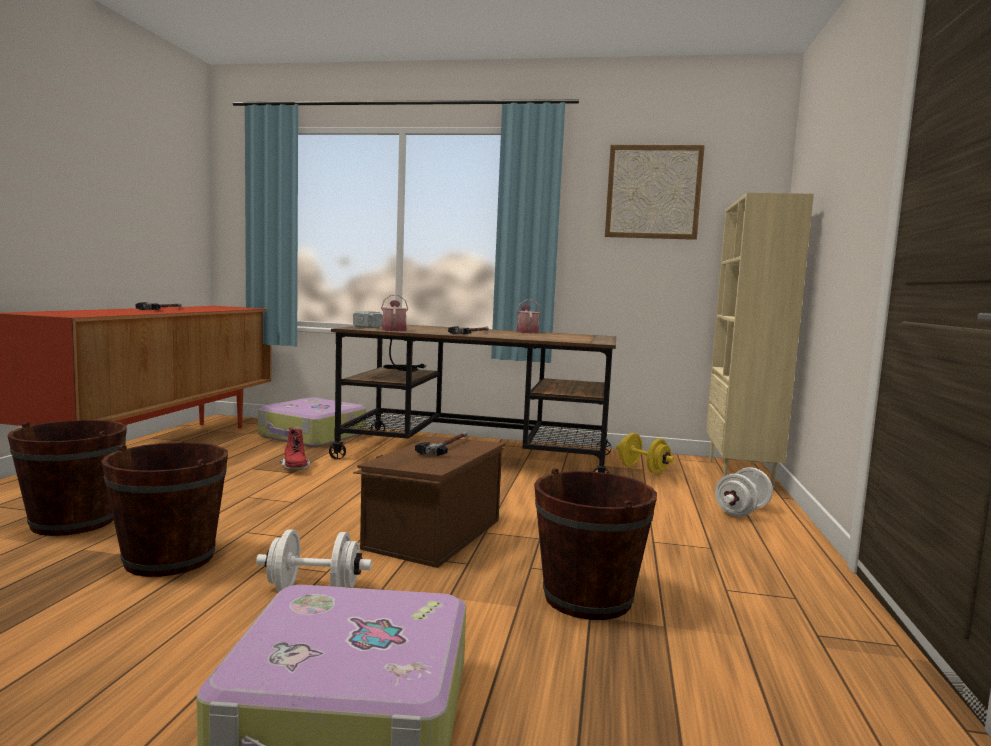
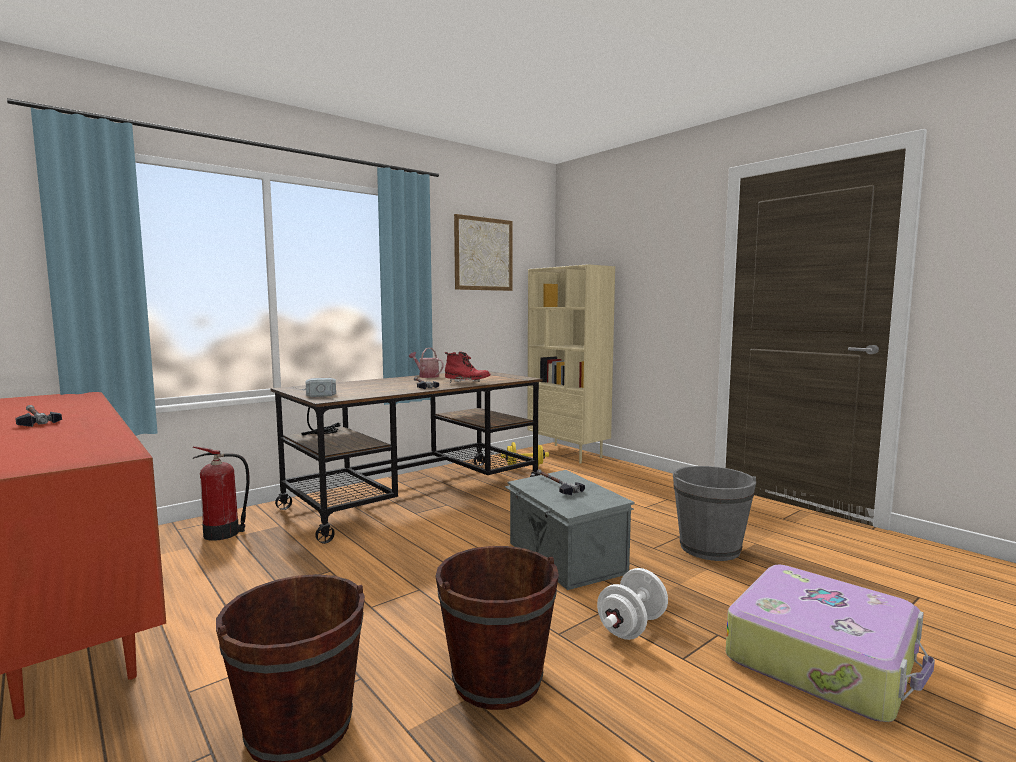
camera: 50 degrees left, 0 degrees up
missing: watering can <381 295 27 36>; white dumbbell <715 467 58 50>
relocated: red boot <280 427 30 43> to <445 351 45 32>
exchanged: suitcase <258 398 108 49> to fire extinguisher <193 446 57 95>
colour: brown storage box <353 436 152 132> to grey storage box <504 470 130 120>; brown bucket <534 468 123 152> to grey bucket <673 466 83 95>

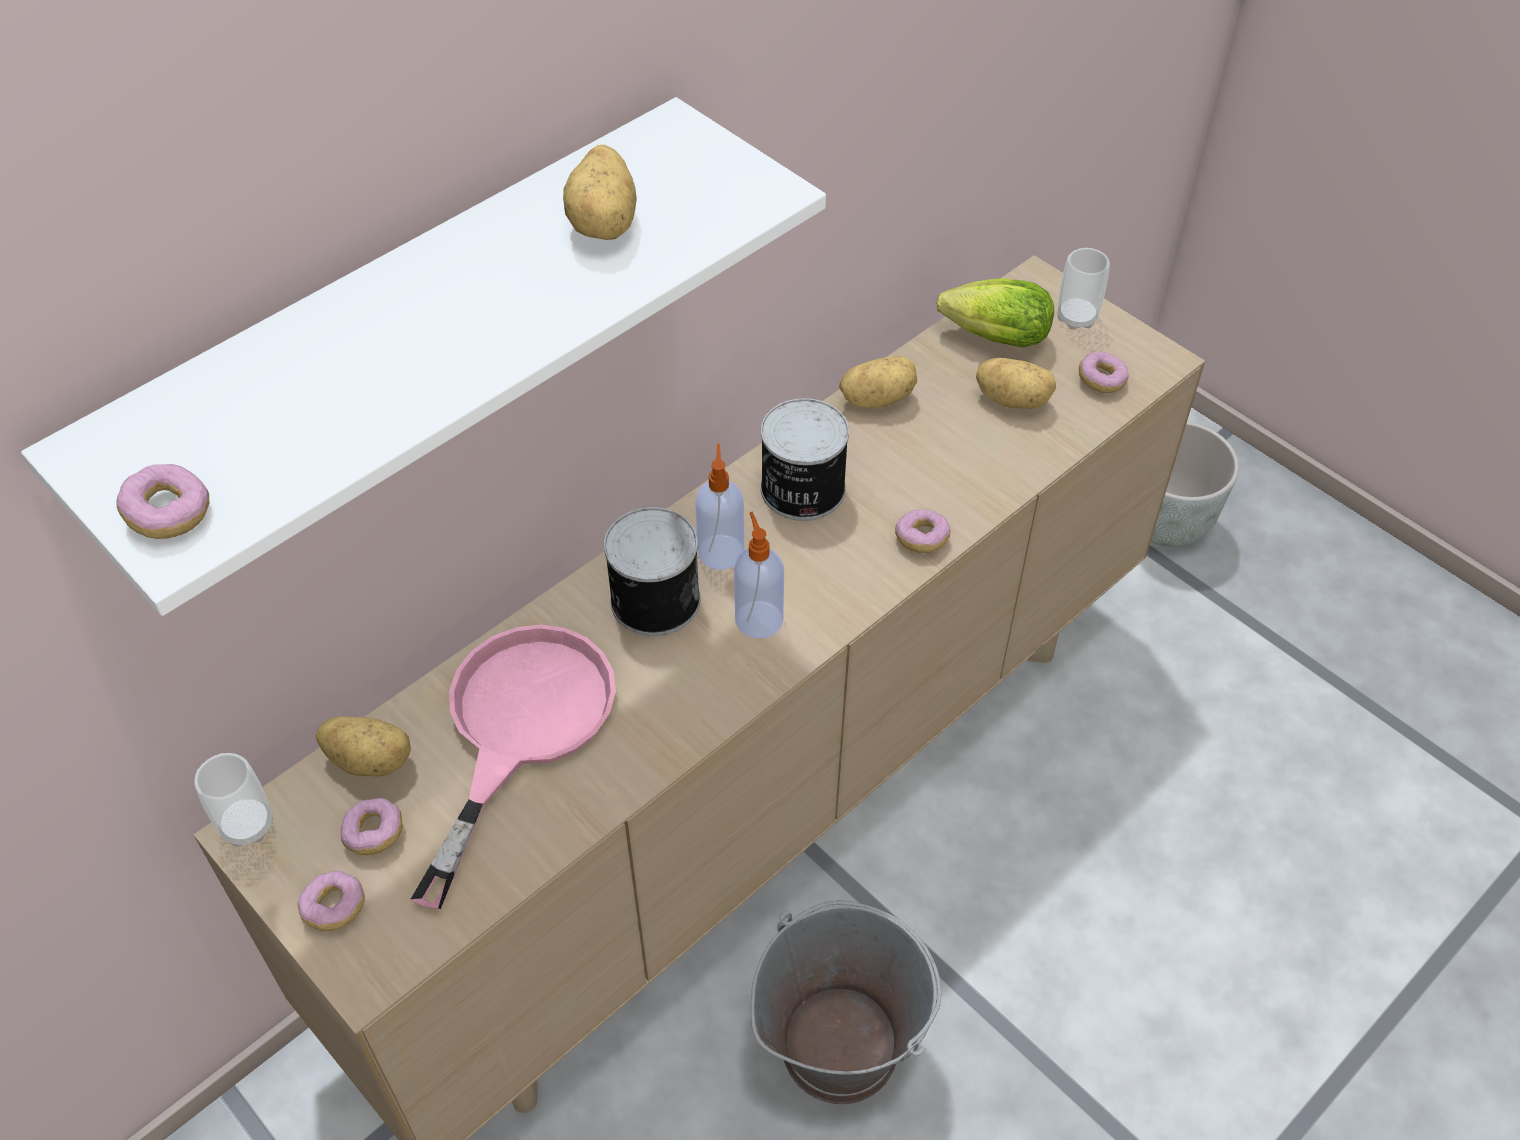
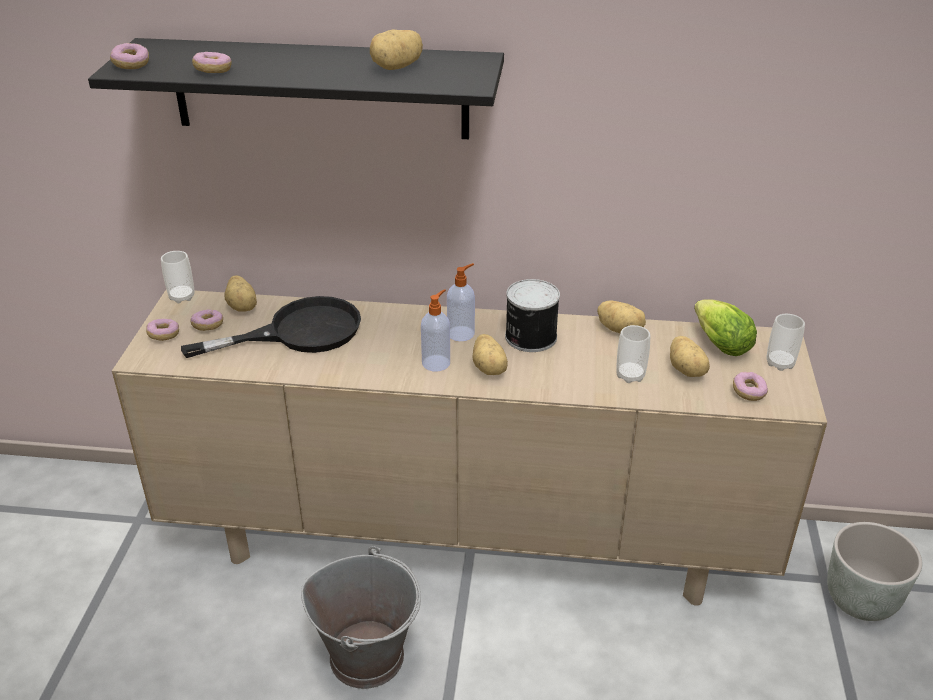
camera: 50 degrees right, 15 degrees down
missing: can <604 507 96 129>
appeared: potato <472 334 36 41>; cup <616 325 34 58>
relocated: donut <895 509 55 44> to <192 52 40 21>
colour: white shelf <21 97 805 519> to black shelf <88 38 416 101>; pink frying pan <410 624 206 285> to black frying pan <181 296 180 62>

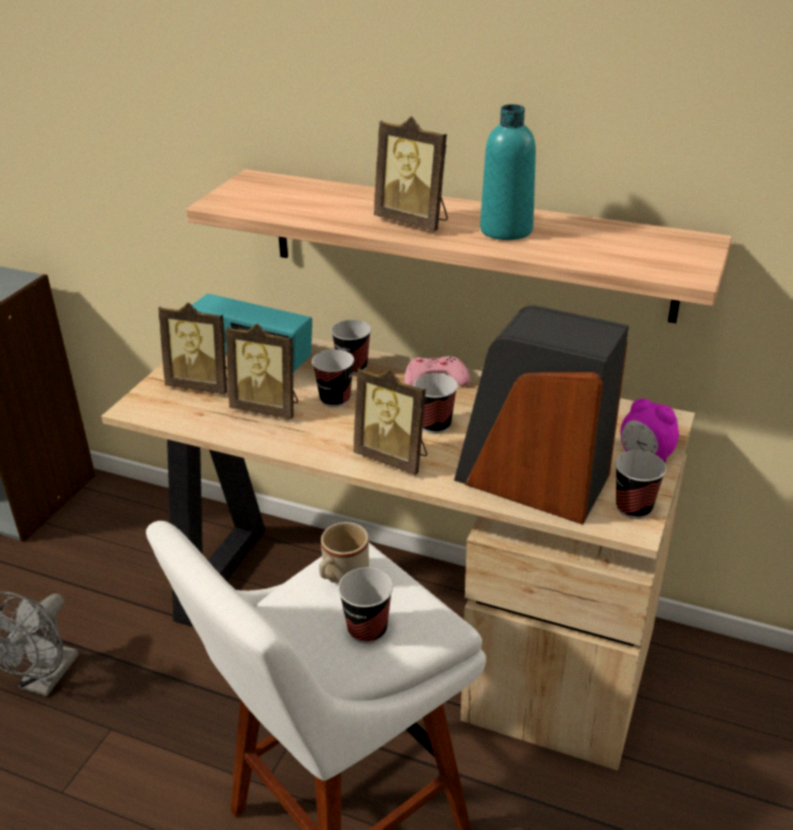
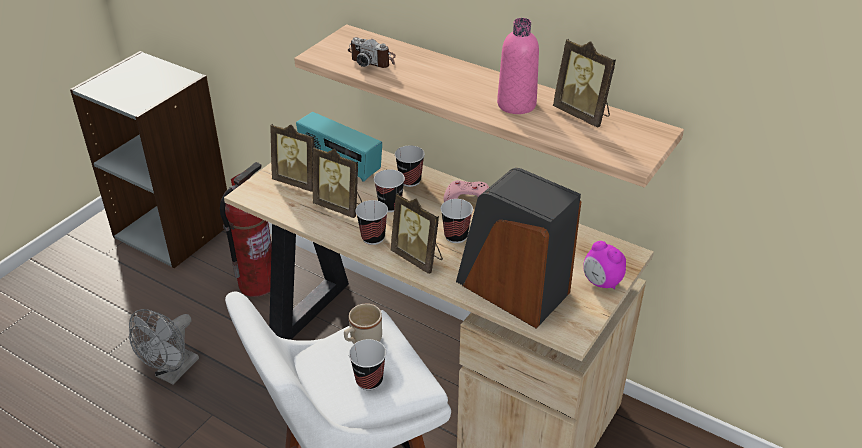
camera: 10 degrees right, 5 degrees up
appeared: fire extinguisher <220 162 52 135>; photo camera <348 37 48 31>
relocated: picture frame <374 116 74 115> to <553 39 63 89>; cup <615 450 52 69> to <356 200 32 45>
colour: turquoise bottle <480 104 56 136> to pink bottle <497 18 42 96>

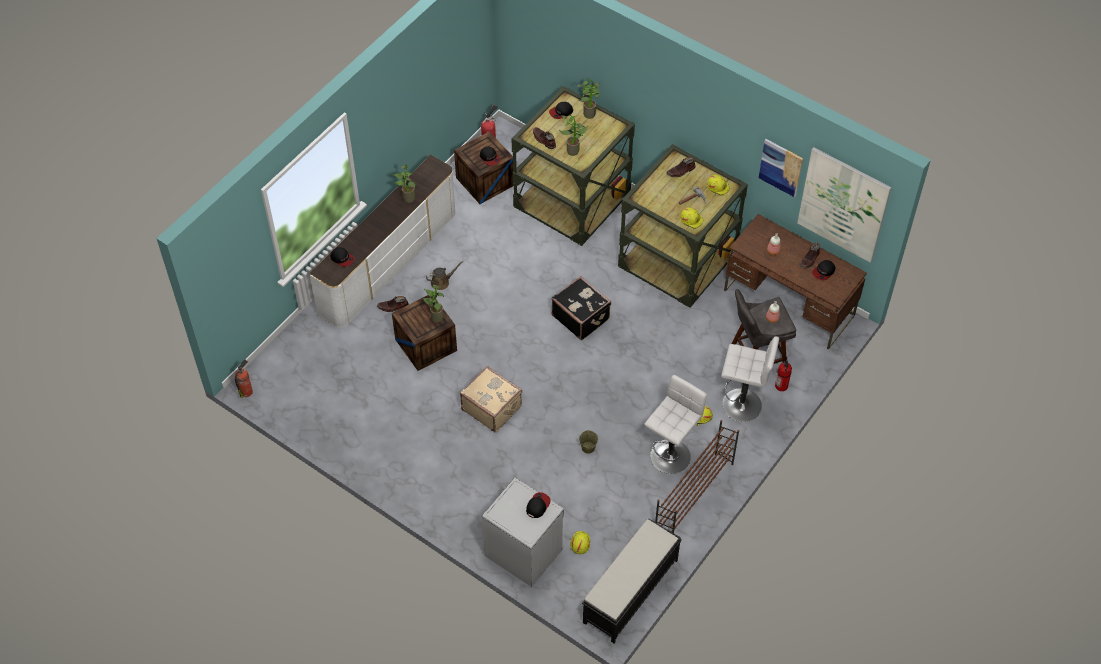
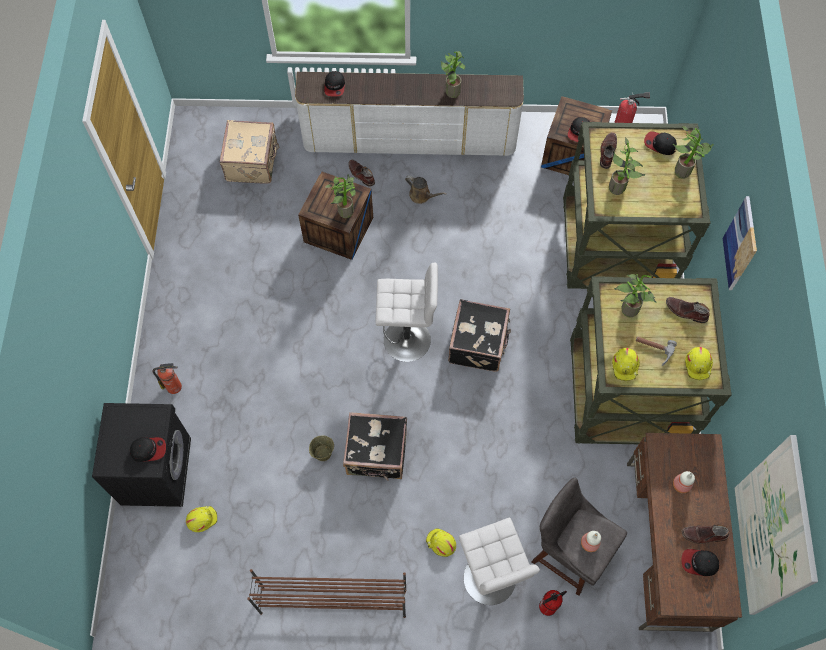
camera: 55 degrees right, 10 degrees up
missing: black bench <582 519 100 124>
appeared: black suitcase <343 412 64 69>; potted plant <614 274 42 43>
relocated: fire extinguisher <235 359 18 39> to <152 363 30 31>; beige suitcase <460 366 62 67> to <220 120 59 64>; white stool <644 375 63 99> to <375 263 63 99>; picture <759 139 44 58> to <723 196 34 94>
colour: white washing machine <482 478 82 109> to black washing machine <92 403 99 104>

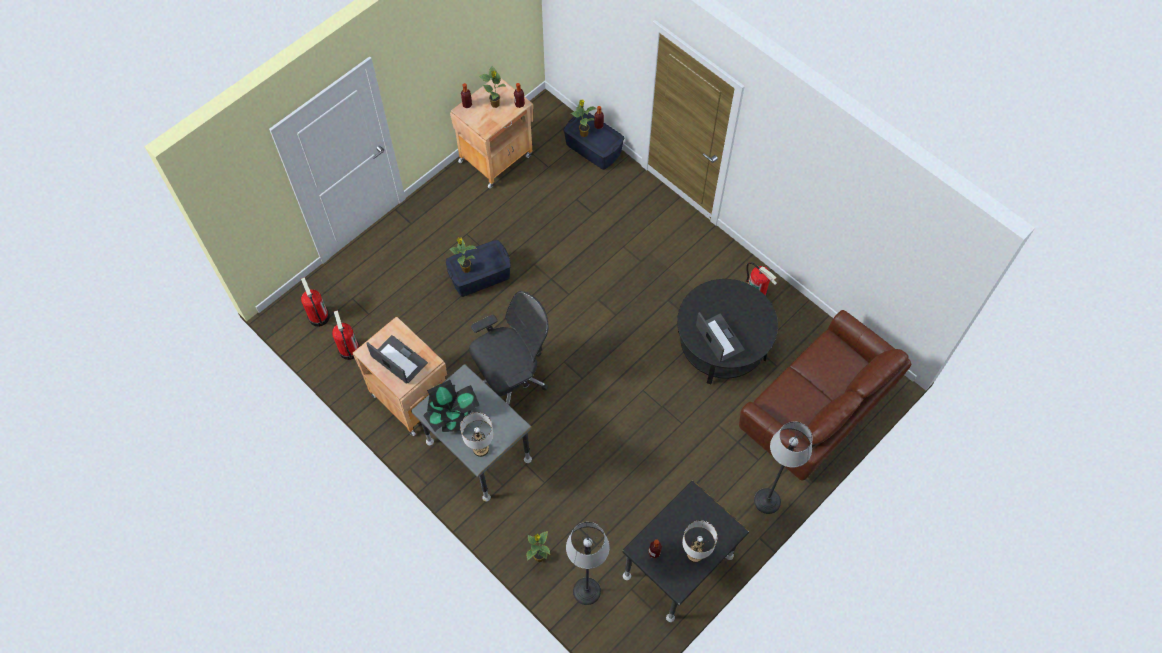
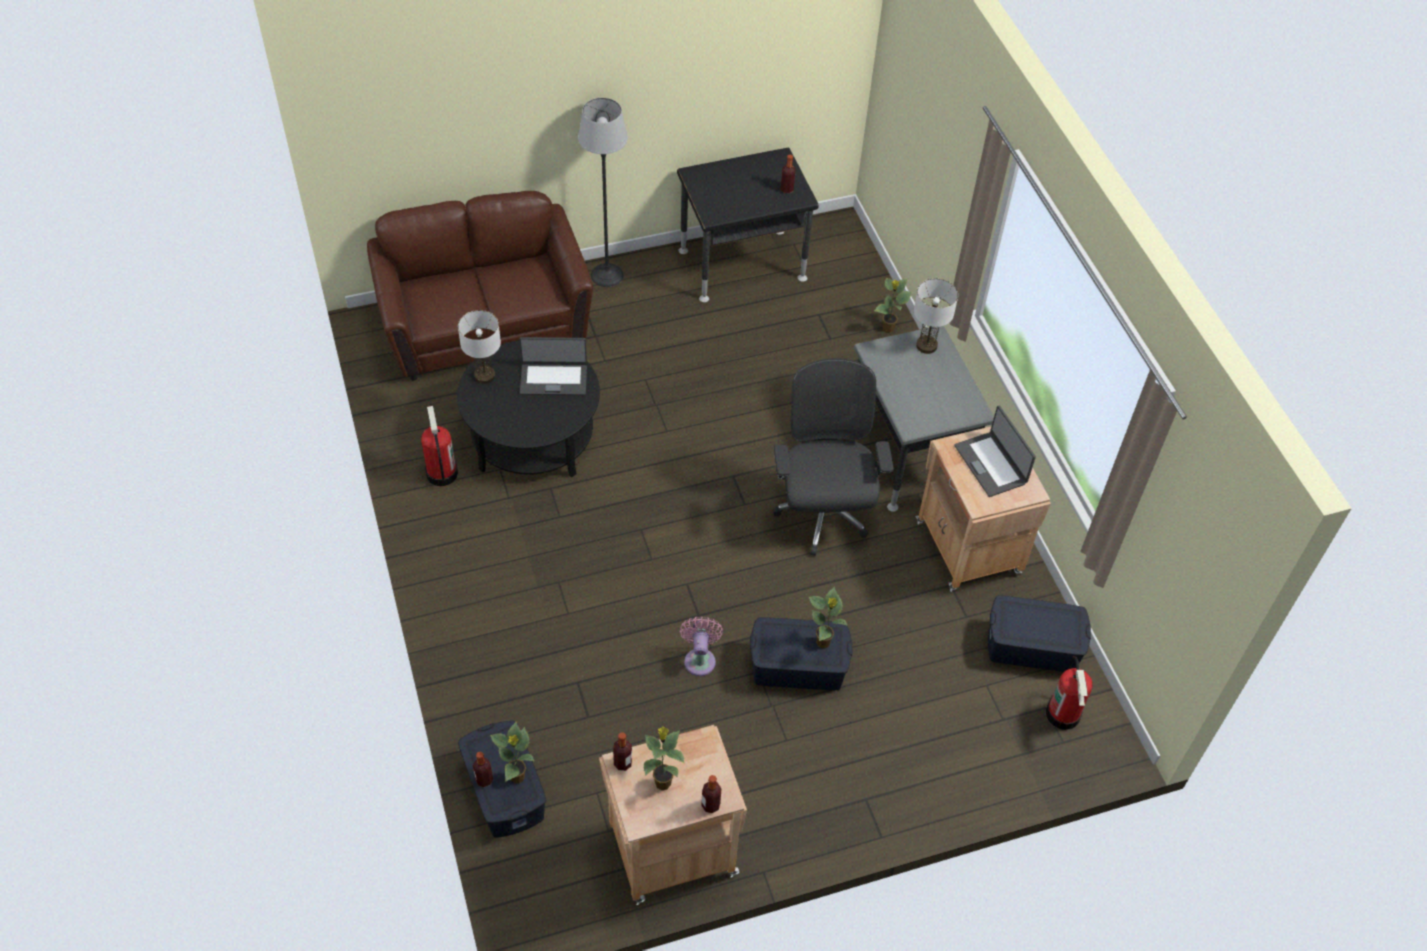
camera: 155 degrees left, 10 degrees down
missing: potted plant <423 380 57 52>; floor lamp <566 522 44 83>
appeared: pink fan <680 617 43 59>
relocated: table lamp <682 520 35 43> to <458 310 43 74>
exchanged: fire extinguisher <332 310 28 50> to blue storage box <988 595 103 77>
spun: office chair <469 291 80 115> = <773 358 121 198> 90 degrees clockwise; laptop <696 312 49 50> = <520 337 67 58> 90 degrees counterclockwise

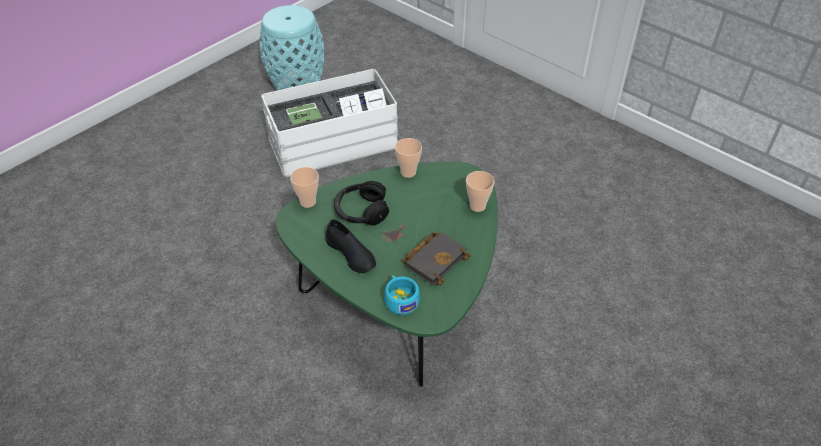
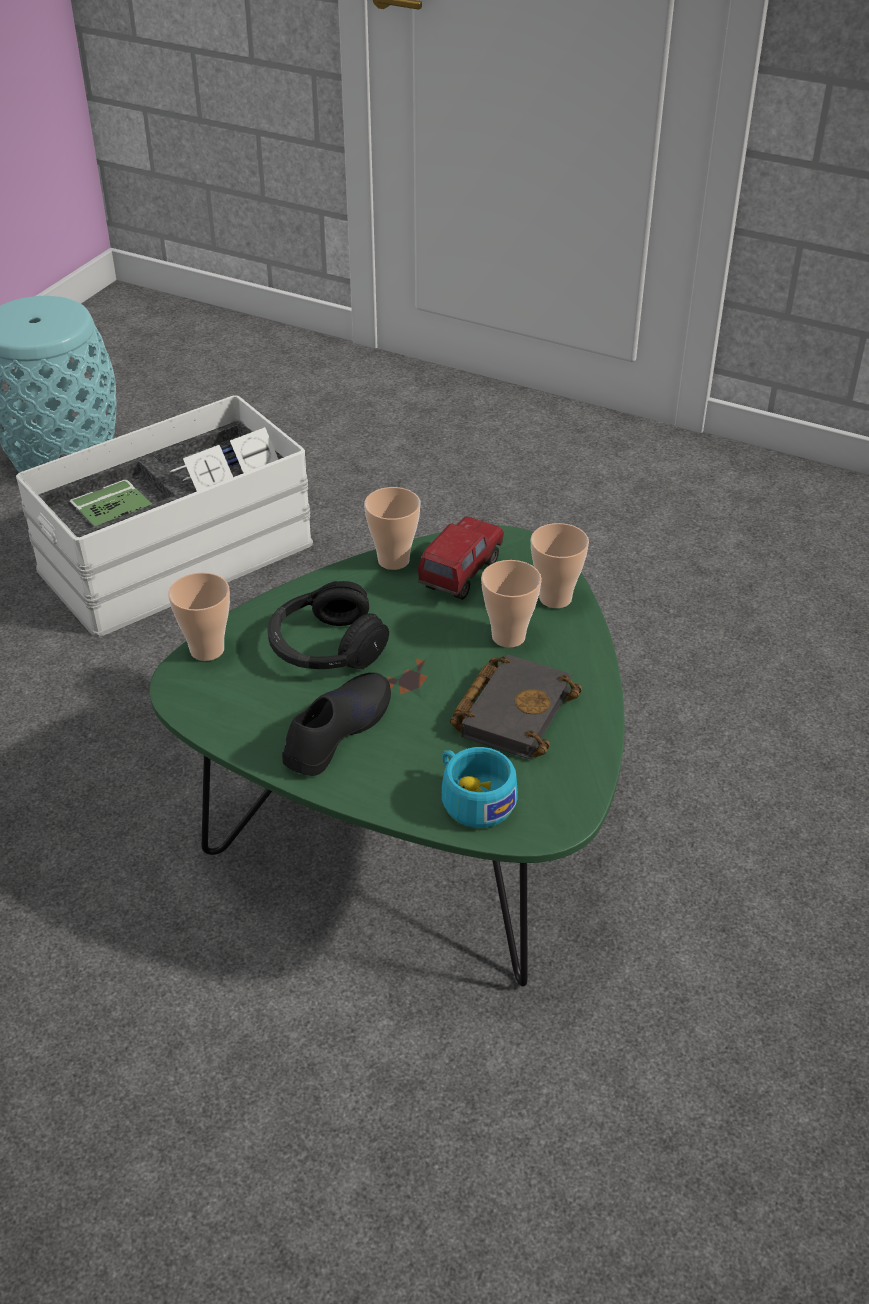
camera: 15 degrees left, 5 degrees down
appeared: toy truck <418 517 86 83>; cup <481 560 61 88>
spun: black shoe <325 219 51 54> = <282 673 109 103> 90 degrees counterclockwise

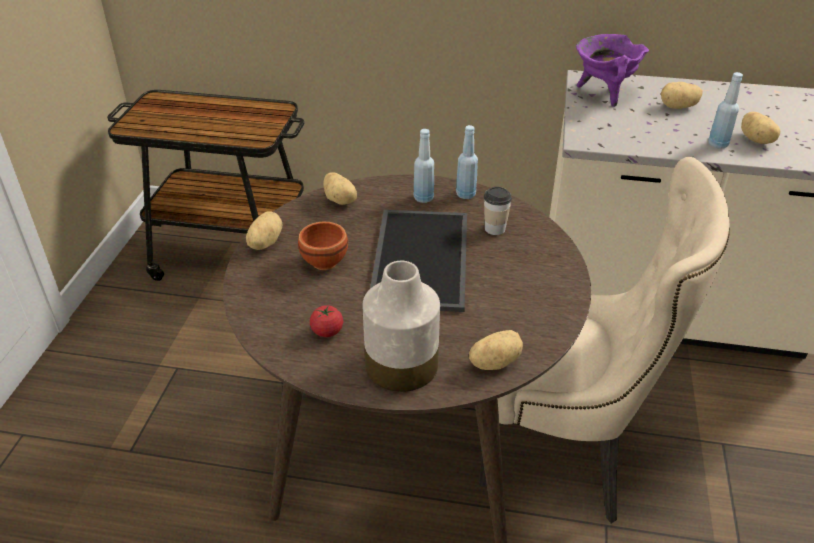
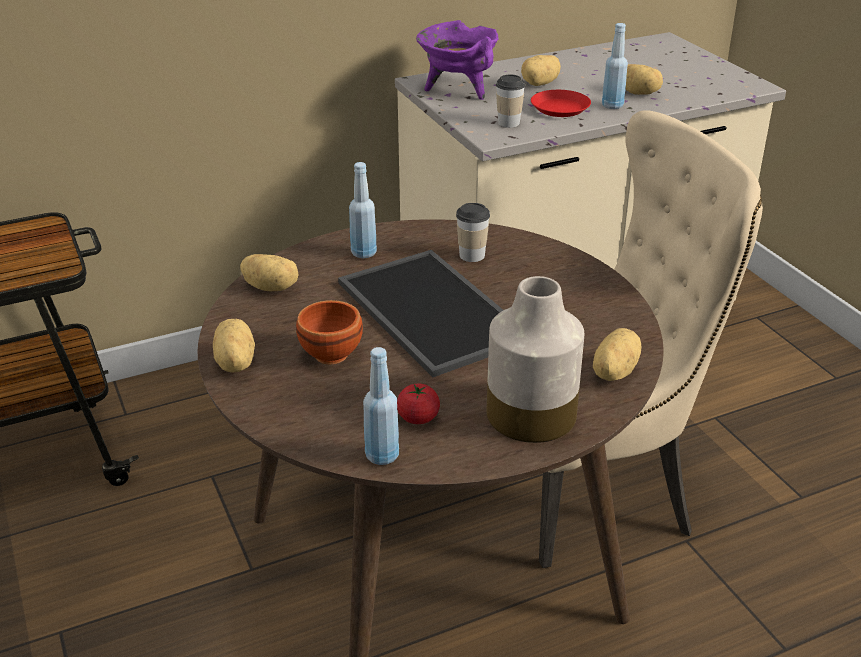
camera: 35 degrees left, 5 degrees down
appeared: cup <496 74 29 54>; red plate <531 90 60 27>
relocated: blue bottle <456 125 22 74> to <363 347 36 118>

